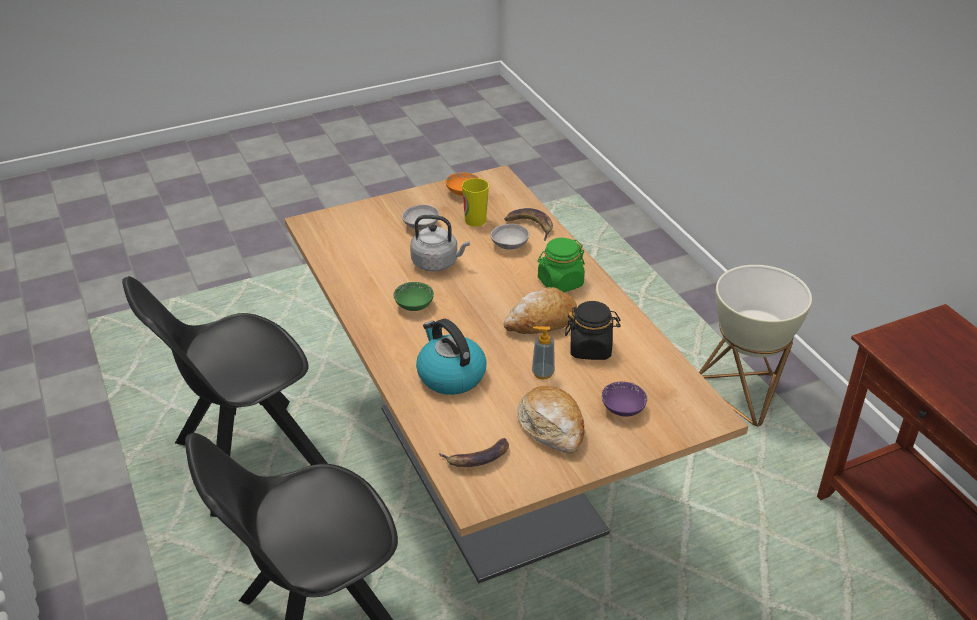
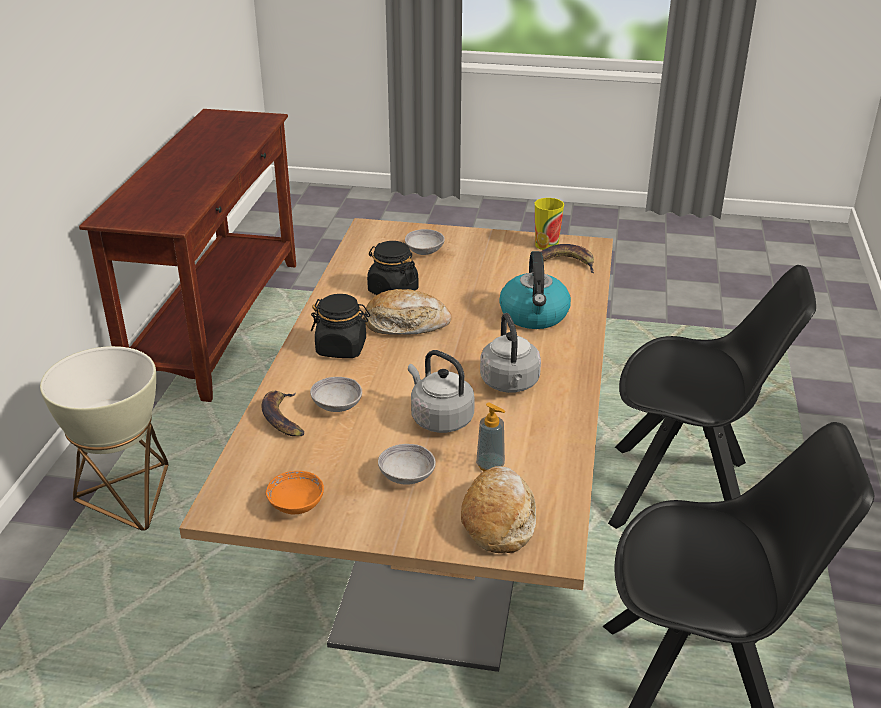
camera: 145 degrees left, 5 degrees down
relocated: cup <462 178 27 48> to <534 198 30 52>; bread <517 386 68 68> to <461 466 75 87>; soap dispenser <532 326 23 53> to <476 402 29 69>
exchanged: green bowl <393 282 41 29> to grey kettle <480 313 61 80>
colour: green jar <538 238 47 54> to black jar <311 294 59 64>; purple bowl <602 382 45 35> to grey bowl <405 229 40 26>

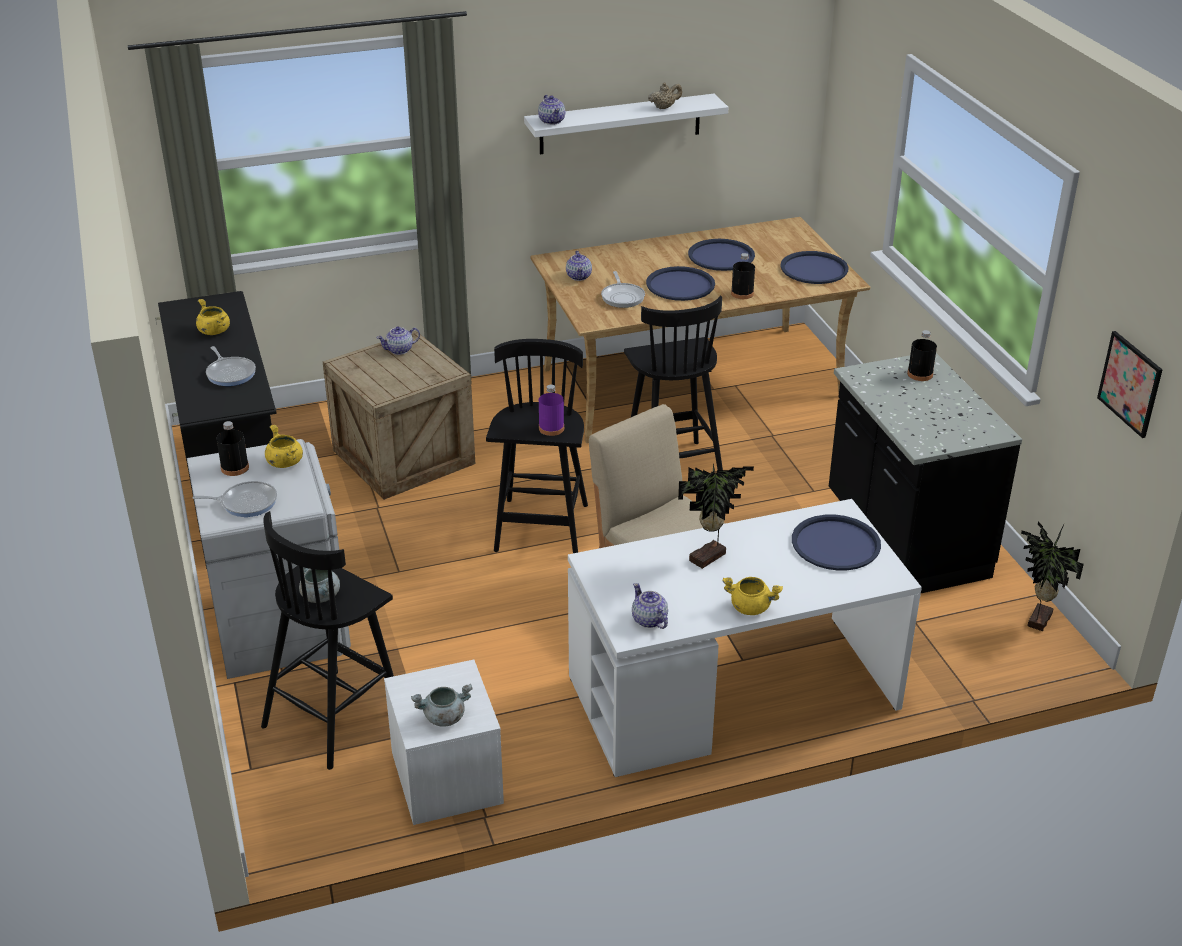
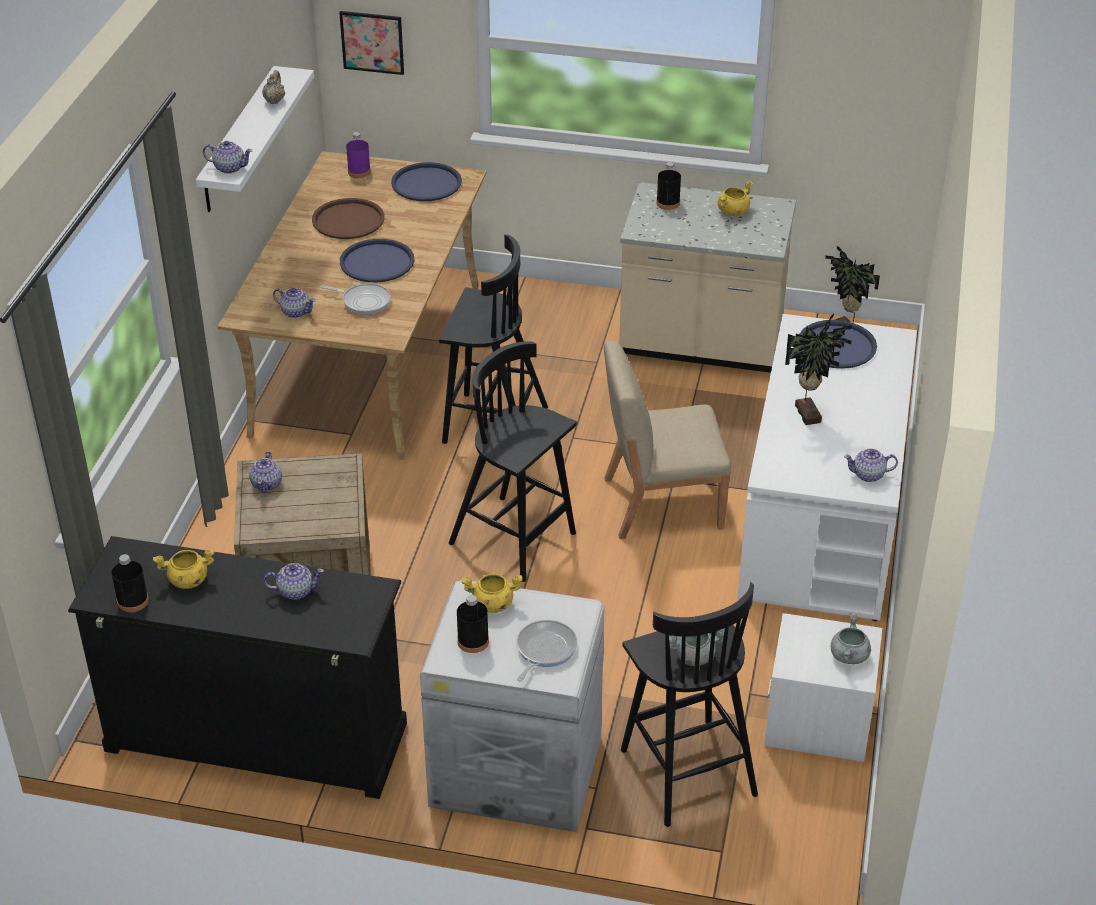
camera: 60 degrees left, 5 degrees up
relocated: purple bottle <539 385 25 51> to <346 132 25 46>; yellow cooking pot <722 577 61 38> to <718 181 35 35>; black bottle <731 253 24 46> to <112 554 37 58>; picture <1097 331 65 107> to <339 11 65 64>
exchanged: frying pan <206 346 50 40> to teapot <264 563 60 37>
colour: blue tray <688 239 67 32> to brown tray <312 198 72 41>; black counter <829 353 193 240> to beige counter <619 182 177 191>

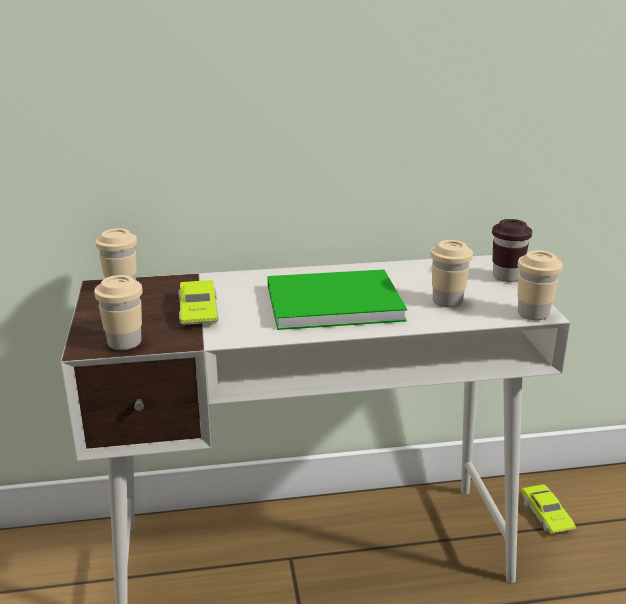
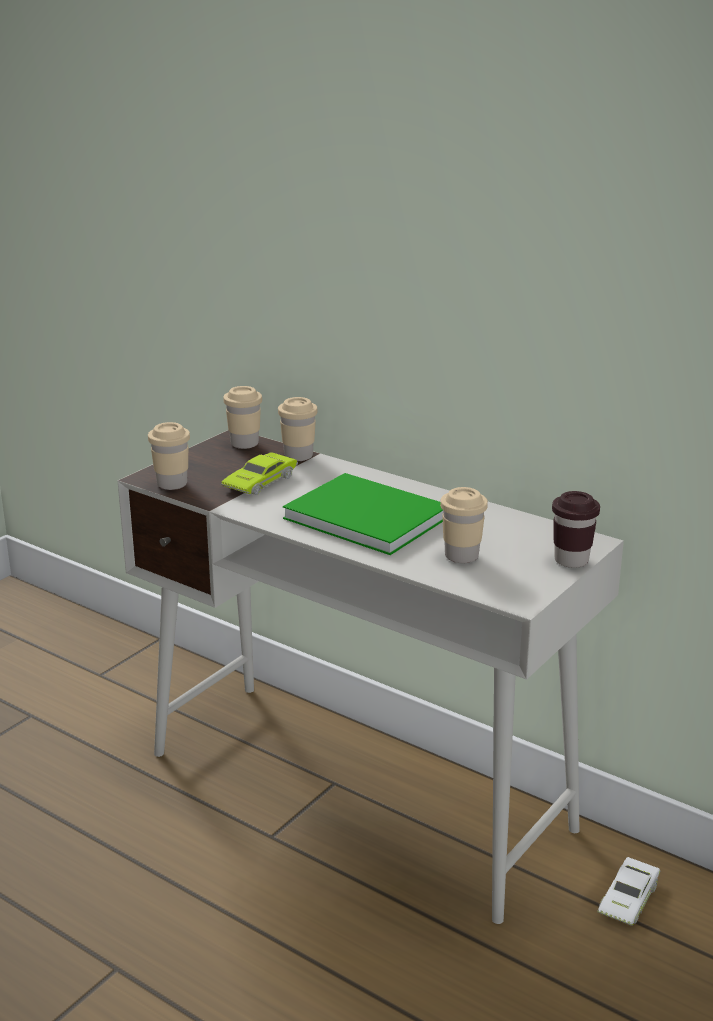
camera: 45 degrees right, 0 degrees up
relocated: beige cup <518 250 45 70> to <278 397 39 64>
colour: green toy car <521 484 55 50> to white toy car <597 857 64 69>

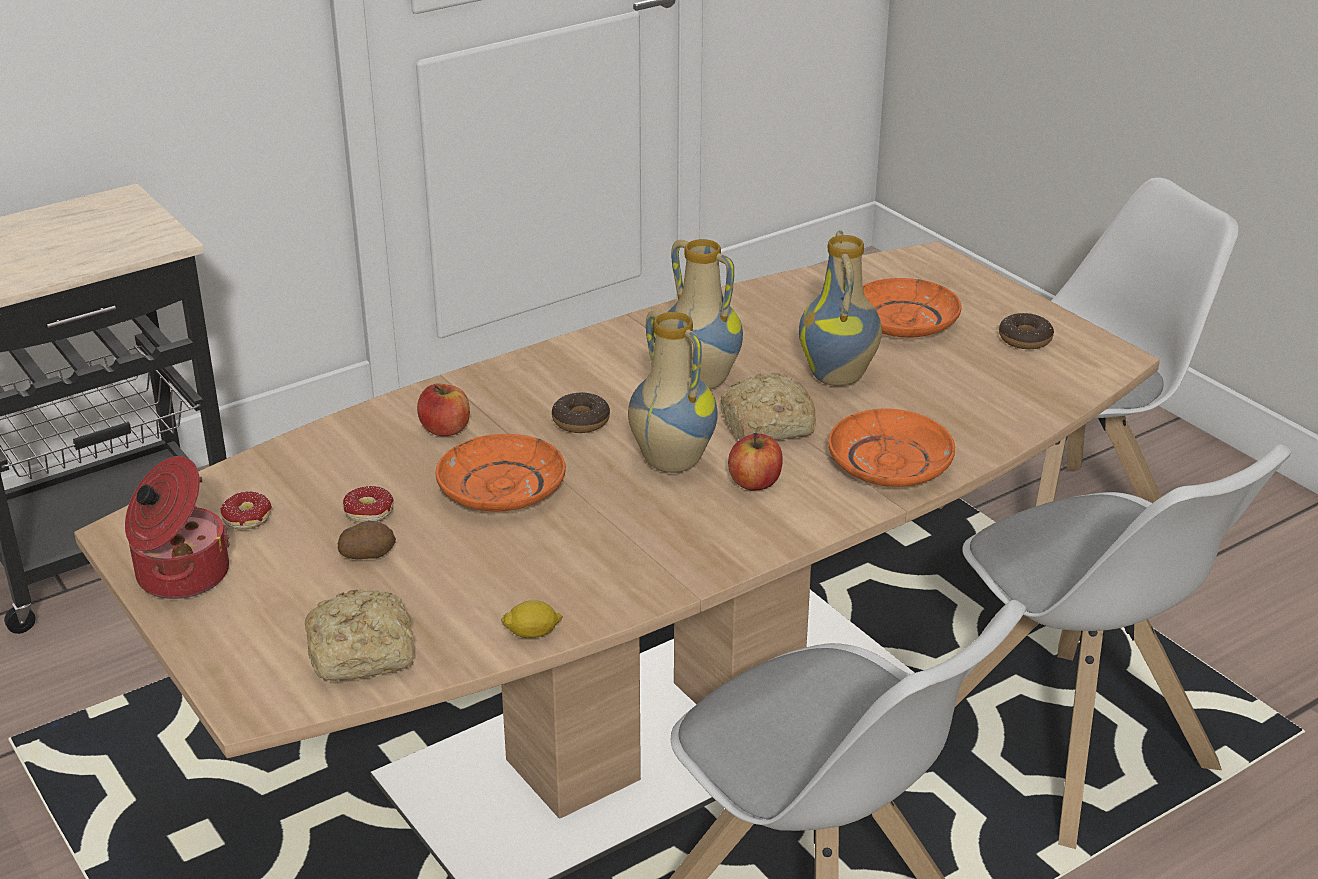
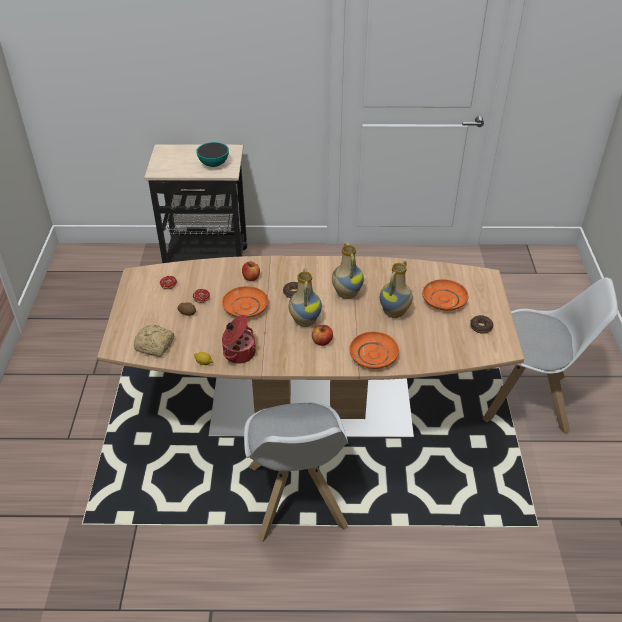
camera: 35 degrees right, 10 degrees up
missing: bread <720 373 97 67>; chair <955 444 337 405>
appeared: bowl <196 142 33 25>
relocated: cooking pot <125 456 105 143> to <222 315 34 49>

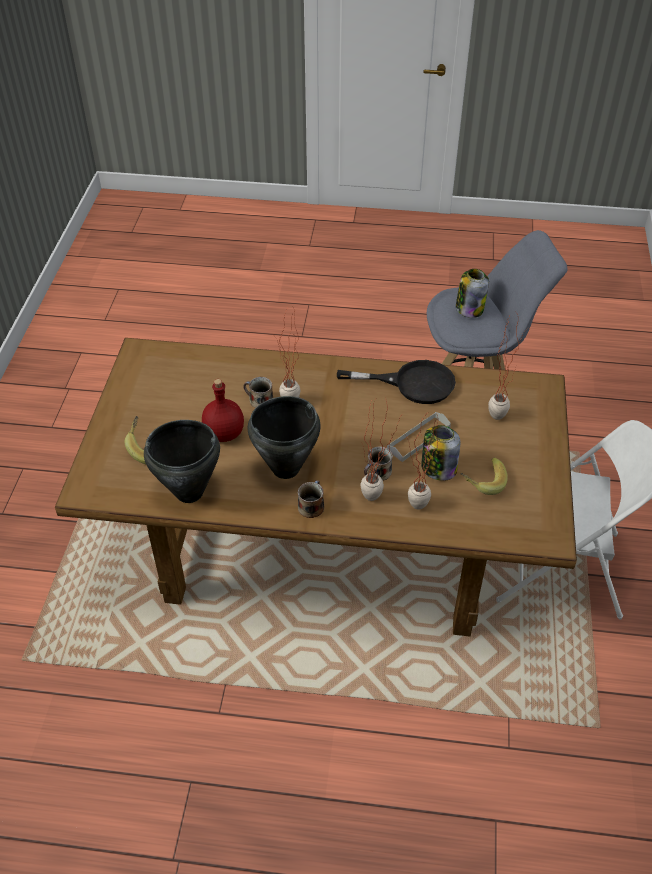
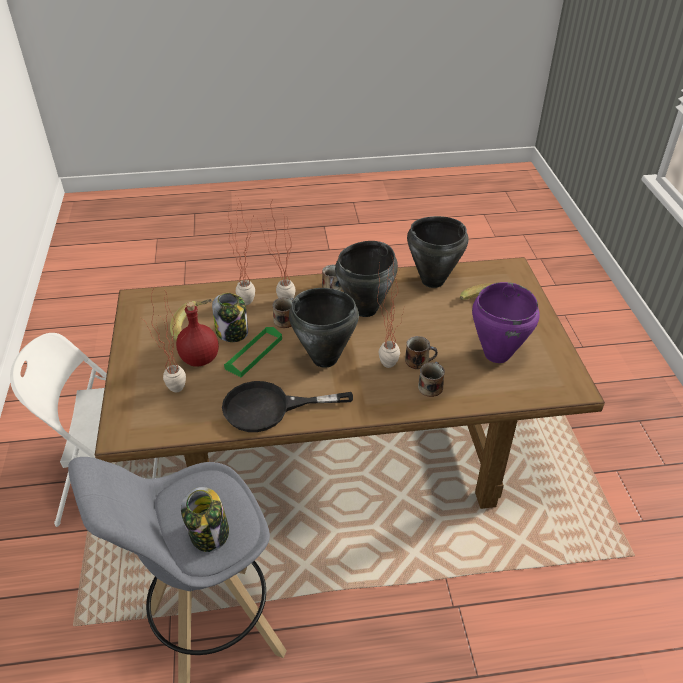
camera: 165 degrees right, 5 degrees down
appeared: black cooking pot <289 288 70 80>; mug <418 362 27 35>; purple cooking pot <472 282 68 81>
relocated: red bottle <202 379 42 63> to <176 302 43 65>
colour: grey tray <387 412 64 50> to green tray <224 327 58 50>

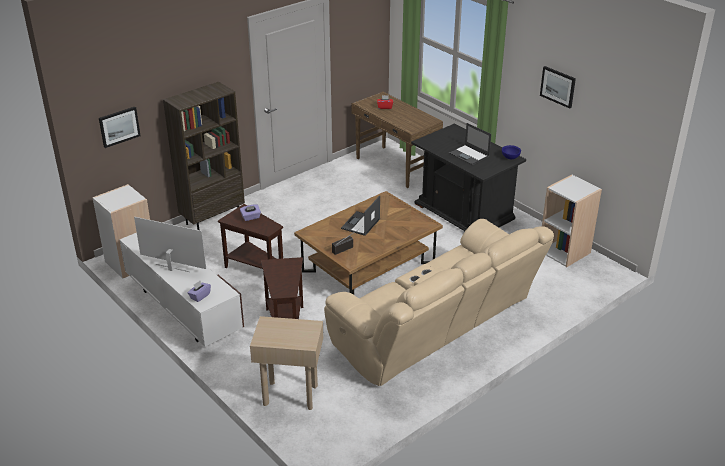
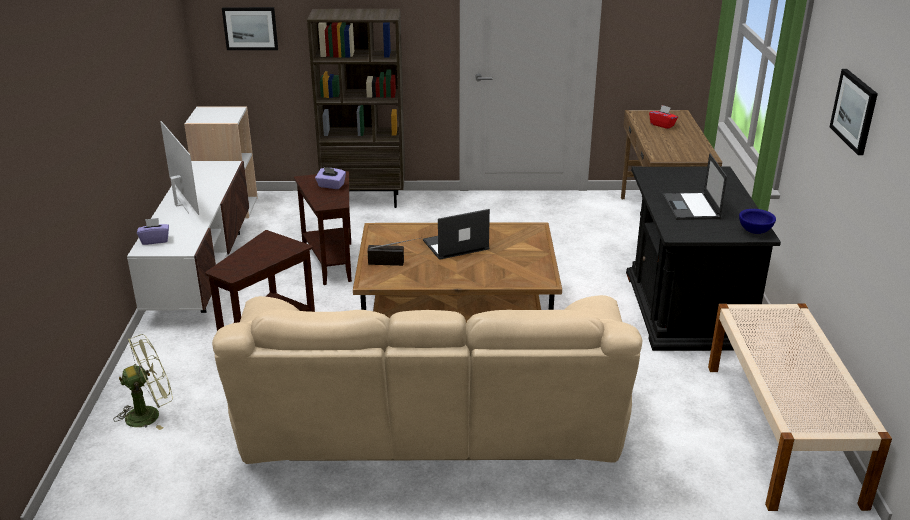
camera: 40 degrees right, 5 degrees down
exchanged: beige side table <250 316 74 94> to green fan <113 334 60 96>; bookcase <542 175 60 92> to beige bench <708 303 184 208>

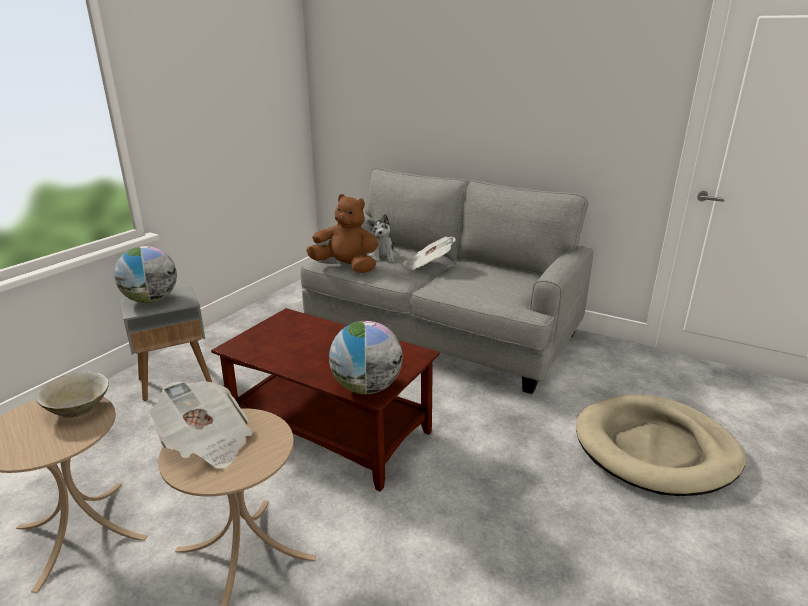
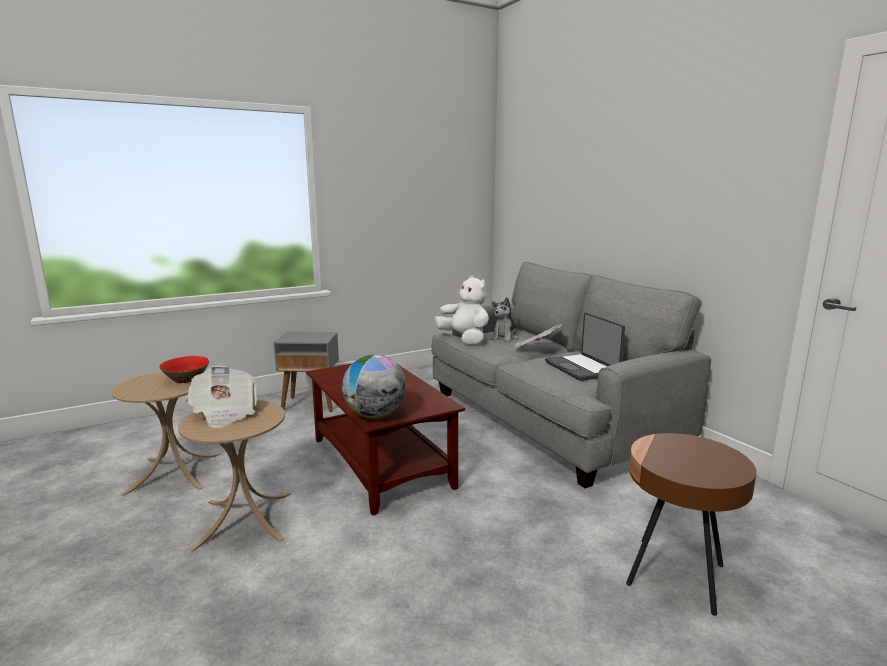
camera: 30 degrees right, 10 degrees down
missing: globe <114 246 63 57>
appeared: laptop <545 312 80 69>
exchanged: beige dog bed <576 395 170 101> to brown side table <626 433 131 183>
colour: beige bowl <36 371 73 47> to red bowl <160 356 49 27>; brown plush toy <306 194 72 79> to white plush toy <434 275 55 70>

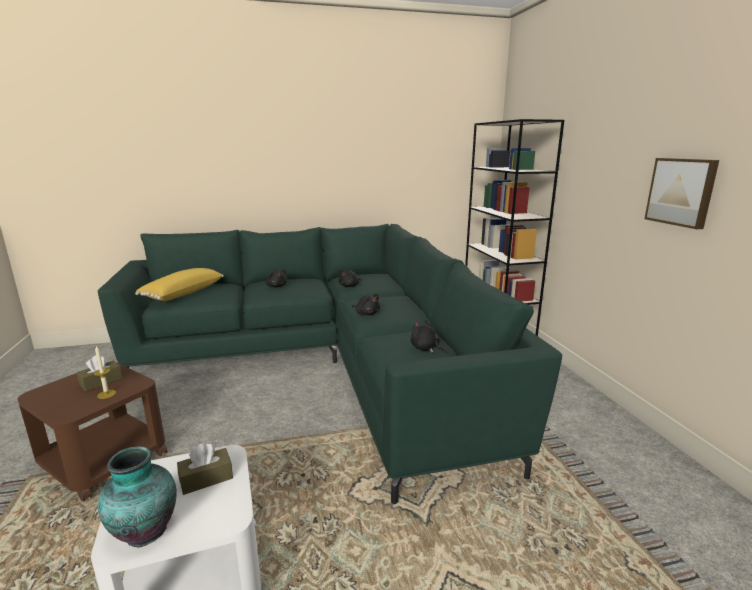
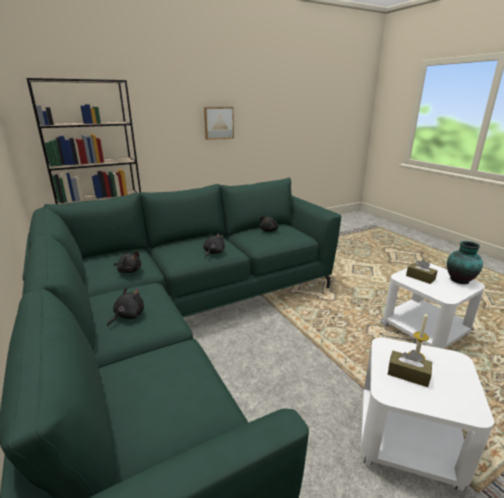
camera: 105 degrees left, 5 degrees up
missing: yellow pillow <135 268 89 33>
colour: brown side table <17 362 151 140> to white side table <361 338 133 153>

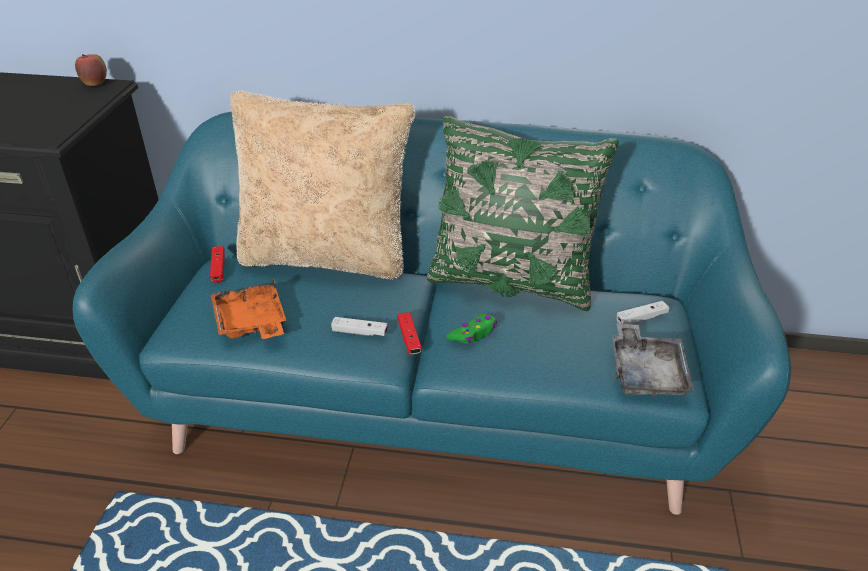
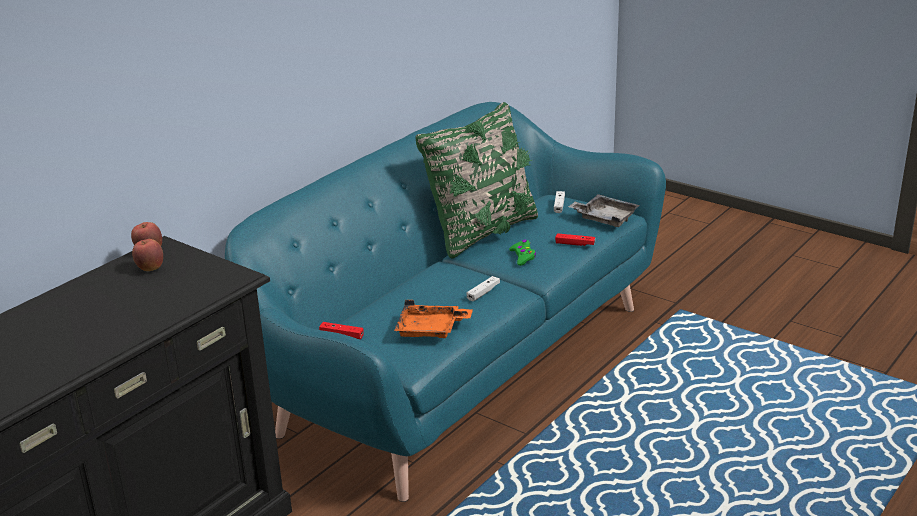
camera: 60 degrees left, 10 degrees down
missing: beige pillow <230 91 185 188>
appeared: apple <132 239 31 32>
relocated: red game controller <398 312 24 42> to <555 233 40 13>

